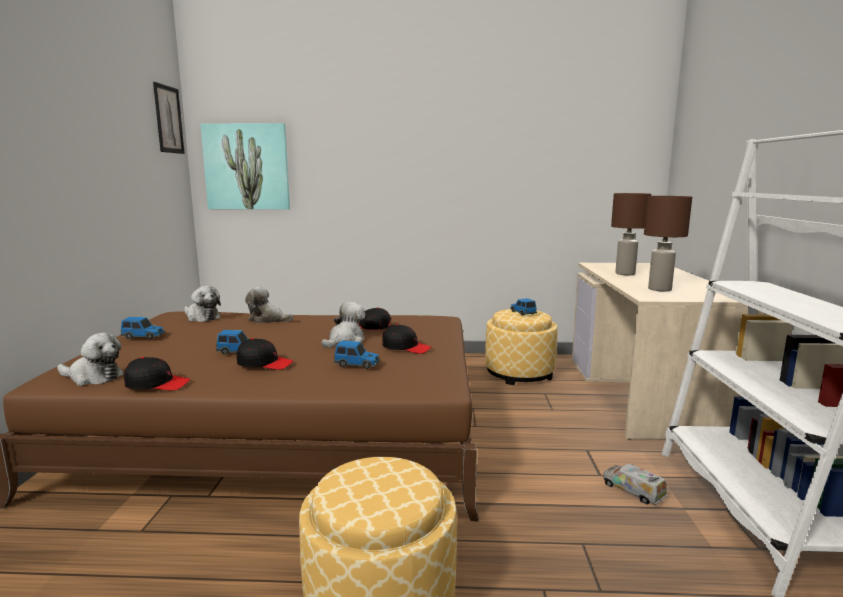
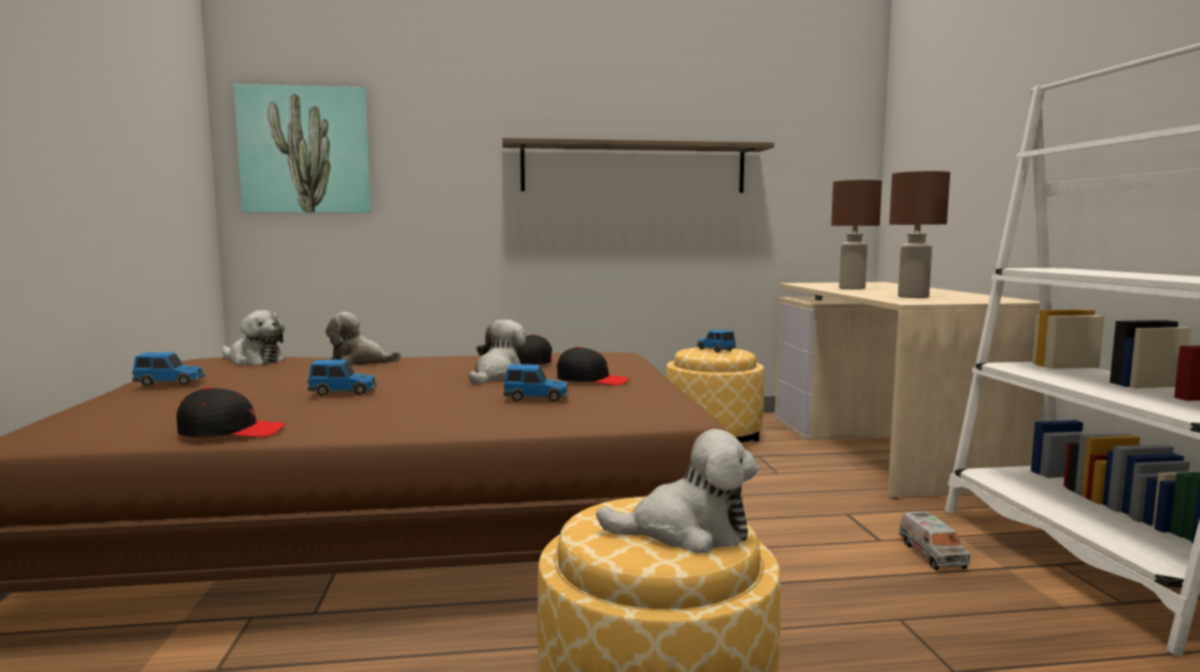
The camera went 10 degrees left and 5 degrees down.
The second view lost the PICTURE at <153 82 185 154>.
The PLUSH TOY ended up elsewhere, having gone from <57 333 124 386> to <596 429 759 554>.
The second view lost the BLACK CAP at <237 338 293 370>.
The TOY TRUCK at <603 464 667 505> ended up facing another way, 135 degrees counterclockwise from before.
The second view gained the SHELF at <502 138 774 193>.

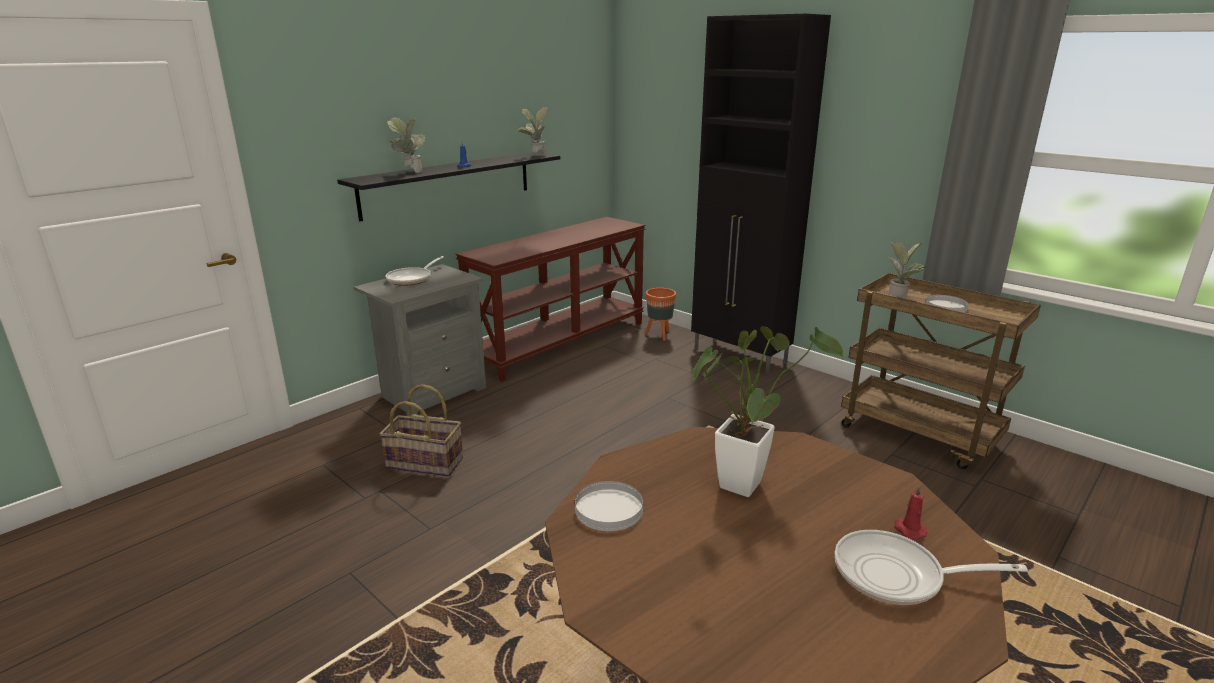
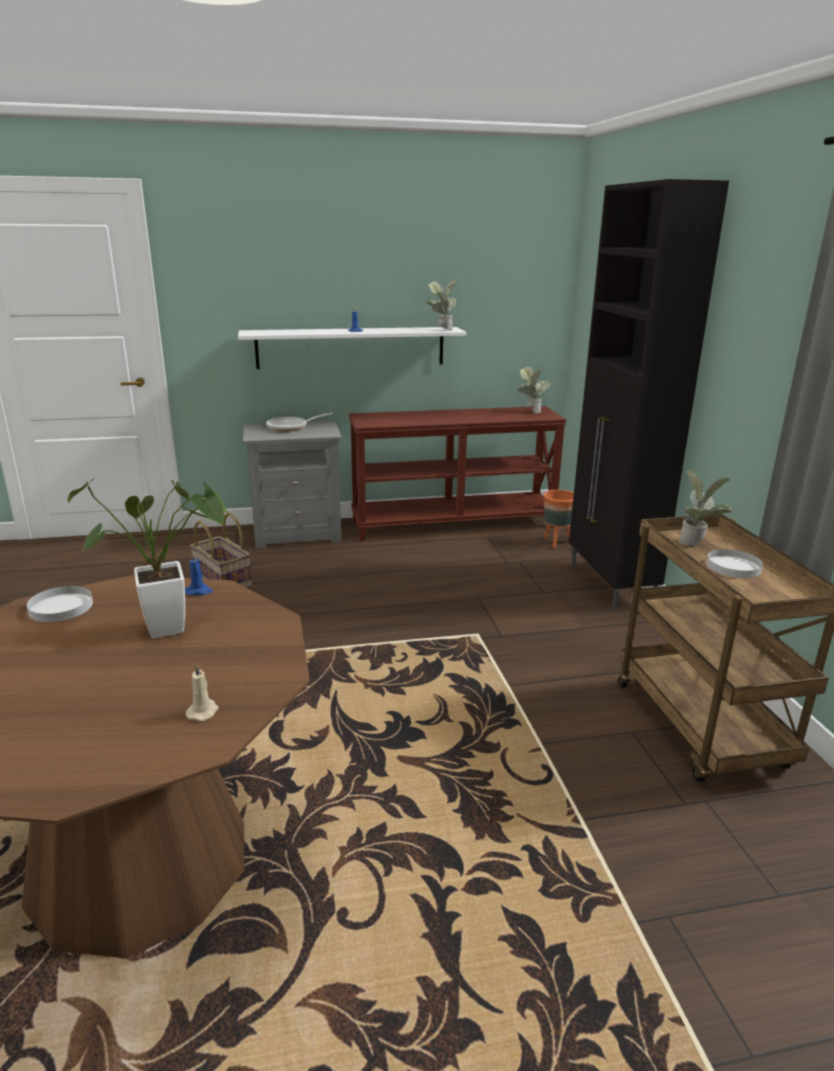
The camera went 35 degrees right and 0 degrees up.
The POTTED PLANT ended up elsewhere, having gone from <387 117 426 173> to <518 367 550 414>.
What was the BLACK SHELF at <337 152 560 221> turned into the WHITE SHELF at <238 327 466 369>.
What was the RED CANDLE at <894 484 927 540> turned into the BEIGE CANDLE at <186 663 218 721>.
The second view lost the FRYING PAN at <834 530 1028 605>.
The second view gained the BLUE CANDLE at <185 552 213 595>.

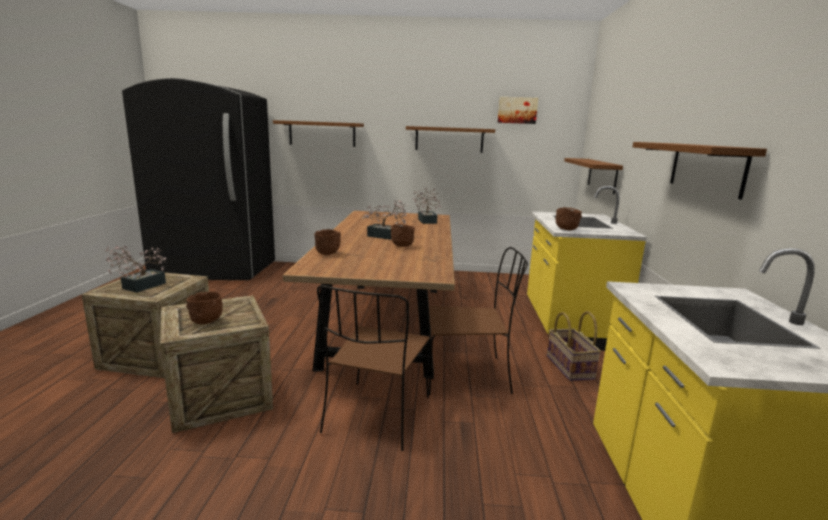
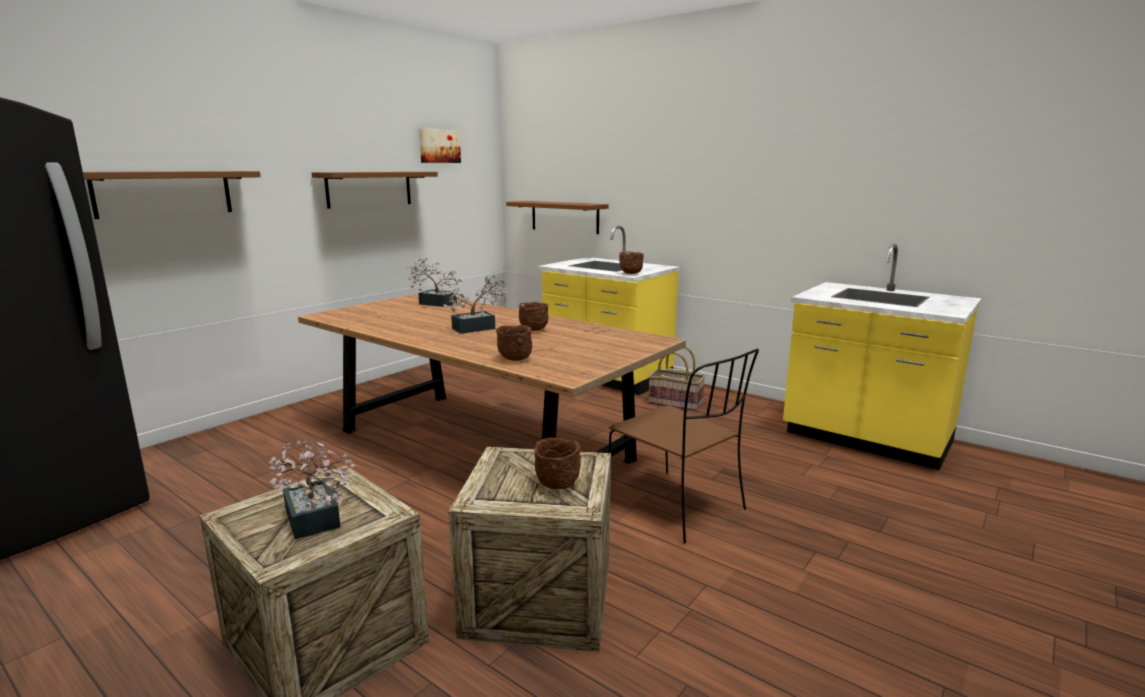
The camera went 55 degrees left and 0 degrees up.
The second view lost the BROWN SHELF at <633 142 767 200>.
The second view lost the BROWN CHAIR at <429 247 528 395>.

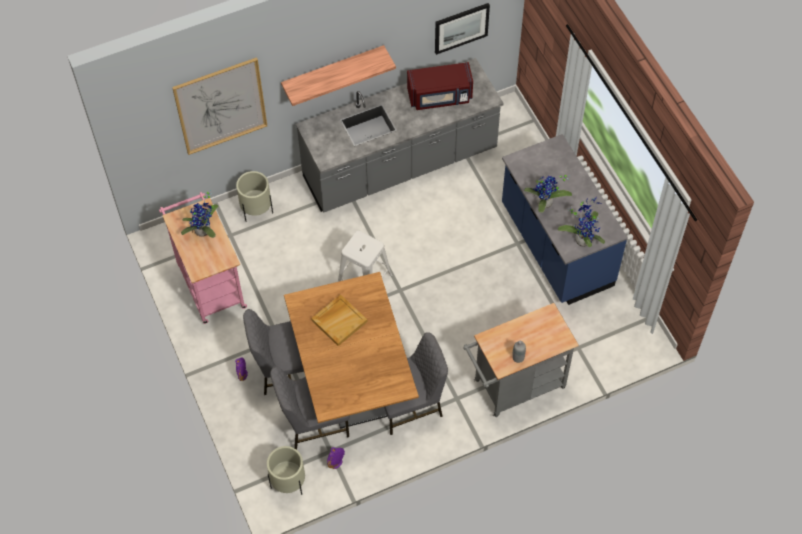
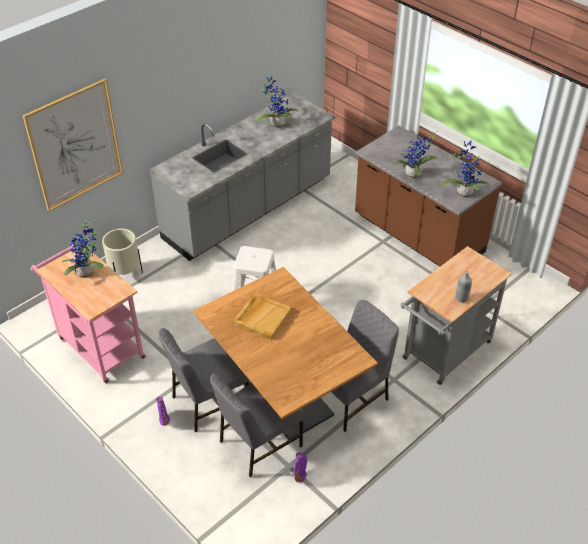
The camera went 20 degrees left and 15 degrees down.
The second view lost the PICTURE at <435 3 490 55>.
The second view lost the SHELF at <281 45 396 106>.
Where the RED MICROWAVE stood at <407 62 473 110>, the POTTED PLANT came to stand at <257 76 298 128>.
What was the BLUE COUNTER at <502 134 628 305> turned into the BROWN COUNTER at <355 126 502 266>.
The second view lost the BEIGE PLANTER at <267 446 305 495>.

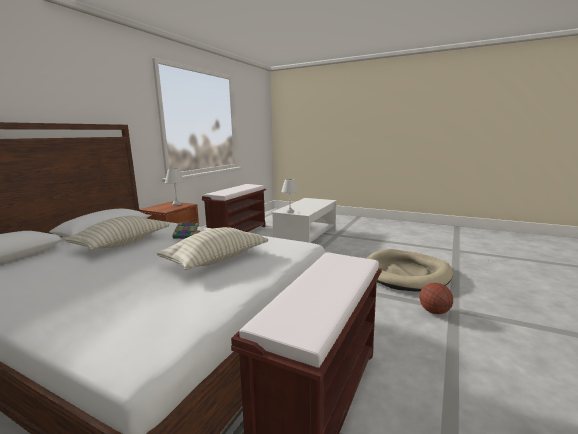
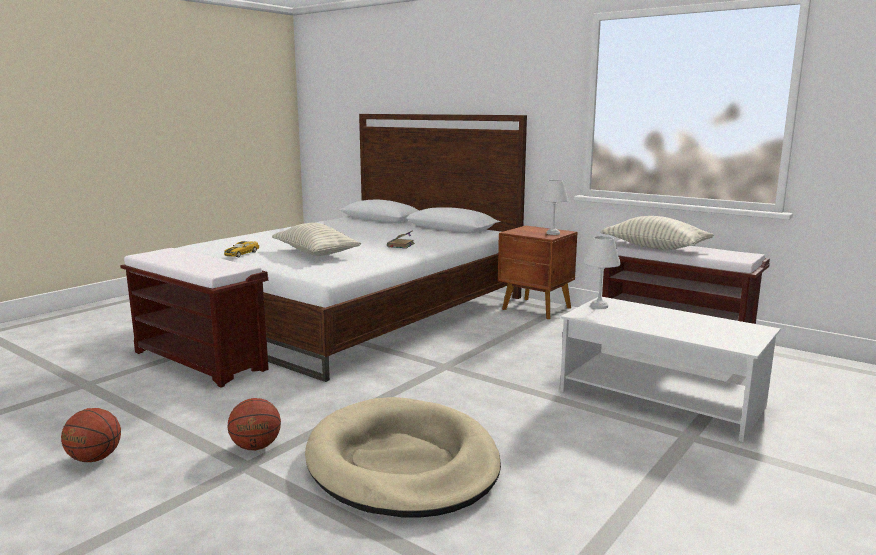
The camera went 100 degrees right and 0 degrees up.
The PILLOW ended up elsewhere, having gone from <64 216 169 250> to <600 216 714 250>.
The second view gained the TOY CAR at <224 241 259 257>.
The second view gained the BASKETBALL at <61 408 121 462>.

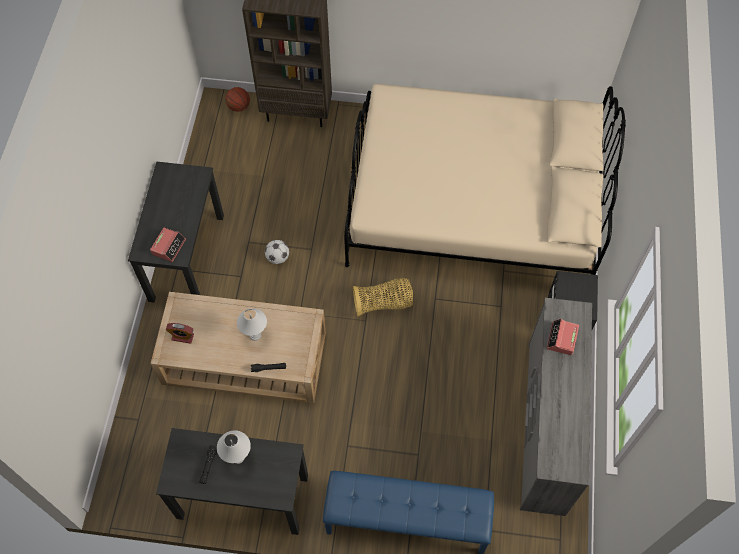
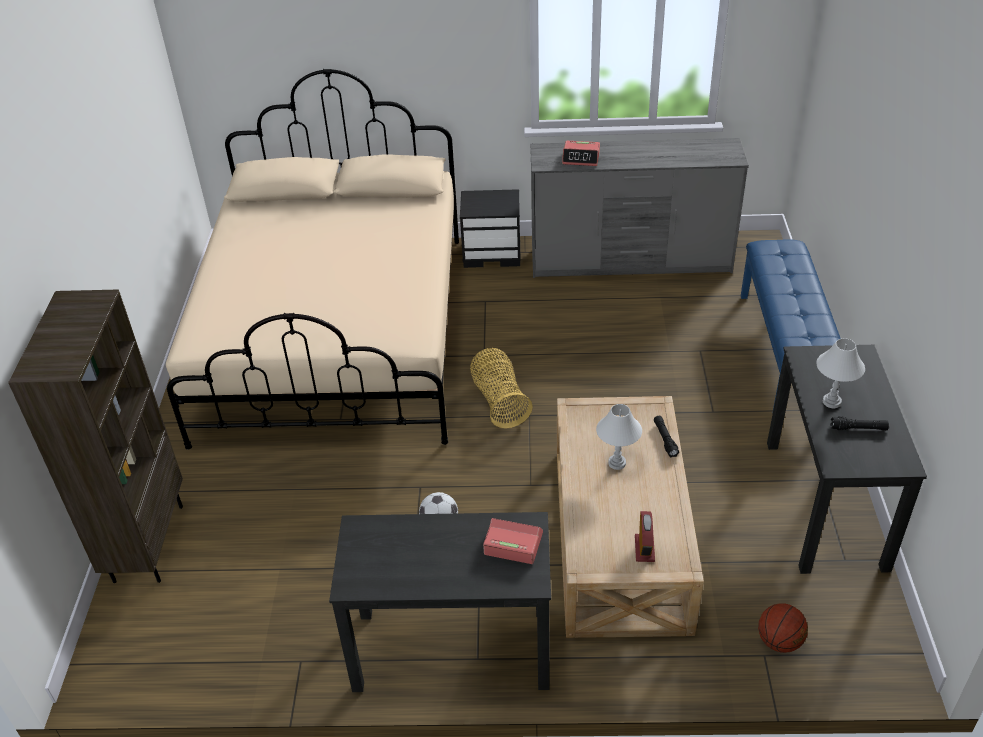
The camera went 95 degrees left and 20 degrees down.
The BASKETBALL ended up elsewhere, having gone from <225 87 250 112> to <758 603 808 653>.

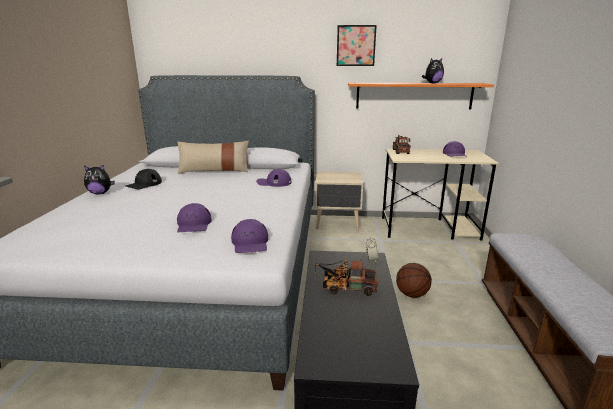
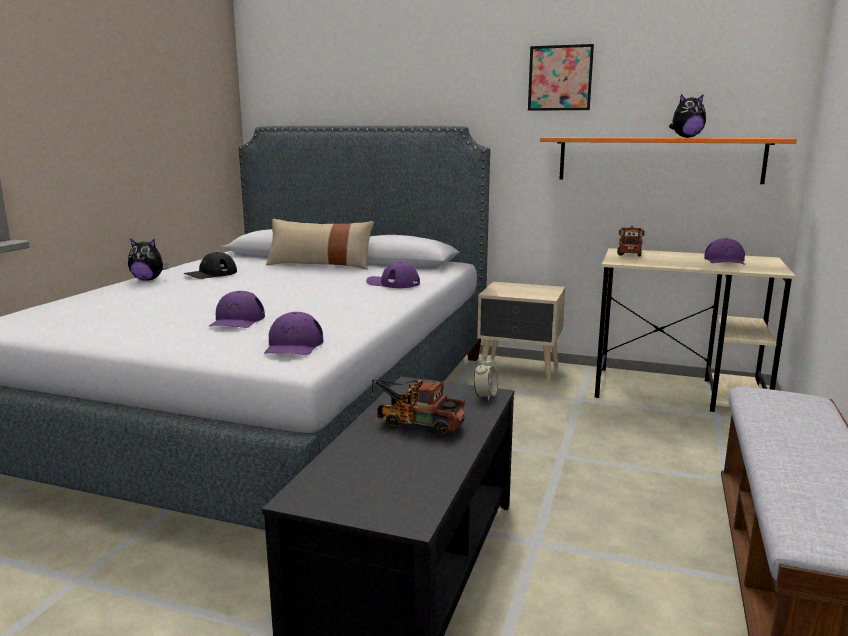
The camera went 15 degrees right and 5 degrees down.
The second view lost the BASKETBALL at <396 263 432 298>.

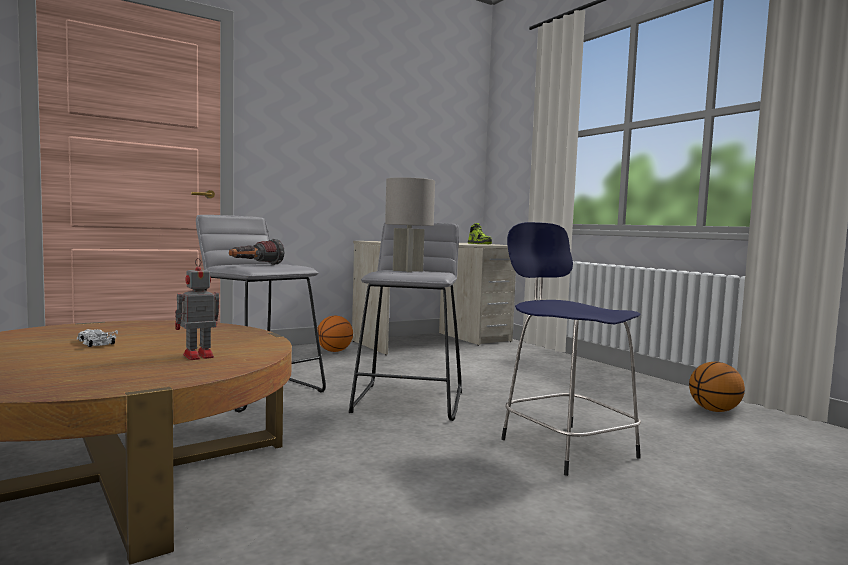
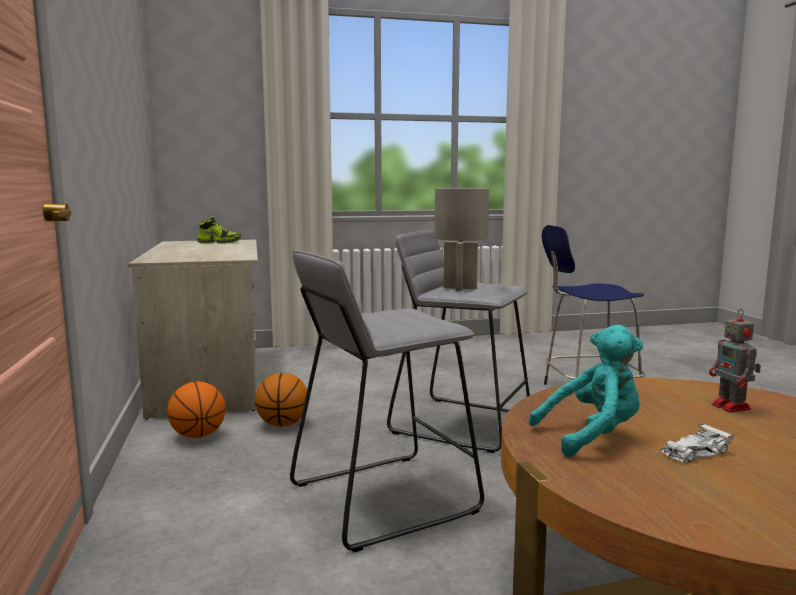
The camera went 70 degrees left and 5 degrees up.
The second view lost the FLASHLIGHT at <229 239 285 265>.
The BASKETBALL ended up elsewhere, having gone from <689 362 745 412> to <255 373 309 427>.
The second view gained the TURQUOISE PLUSH TOY at <529 325 643 457>.

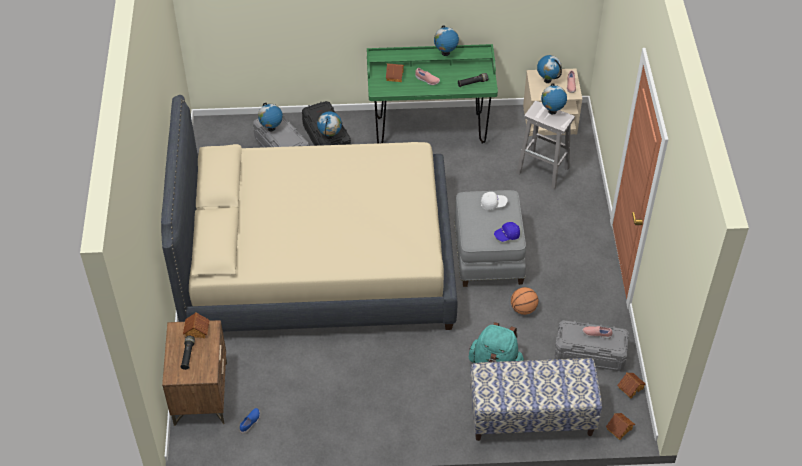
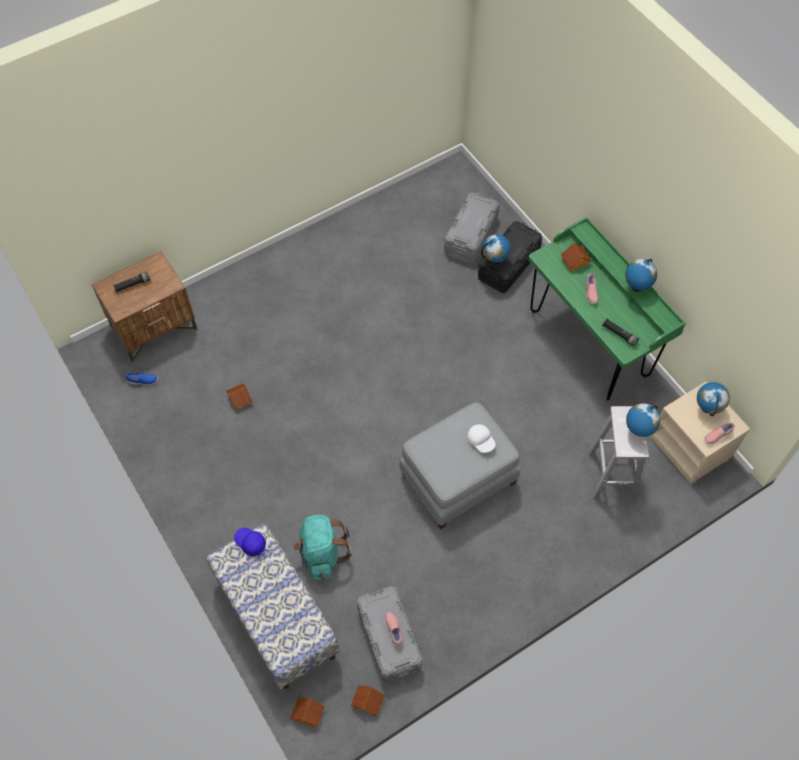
The camera went 60 degrees right and 10 degrees up.
The second view lost the BEIGE BED at <161 95 458 332>.
The second view lost the GLOBE at <258 103 283 131>.
The BLUE CAP ended up elsewhere, having gone from <494 222 520 242> to <234 528 266 556>.
The second view lost the BASKETBALL at <511 287 538 315>.
The TOY HOUSE ended up elsewhere, having gone from <183 312 210 338> to <226 383 252 410>.

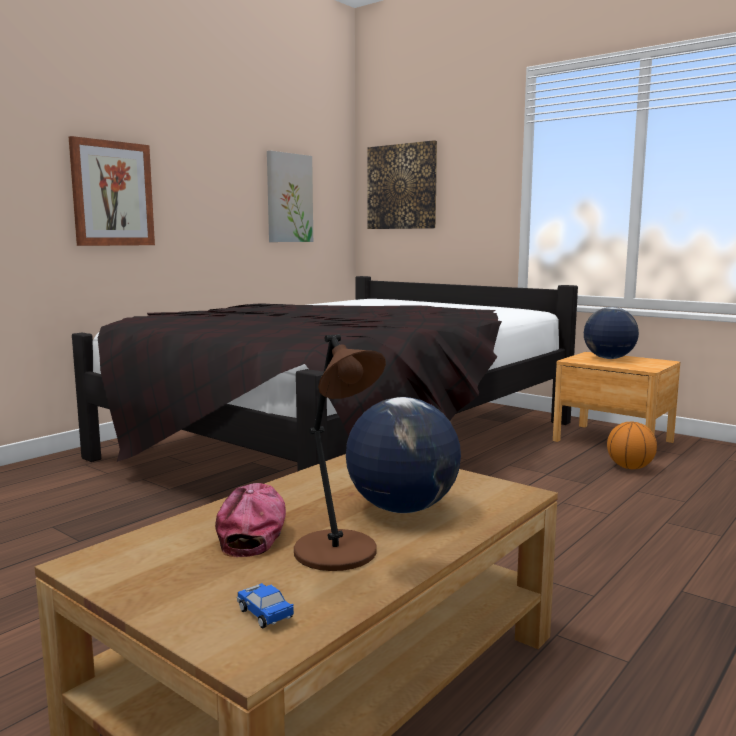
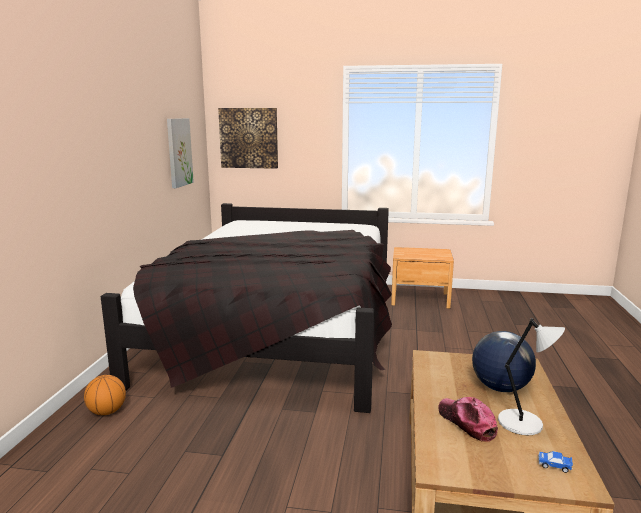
The camera went 30 degrees left and 5 degrees up.
The second view lost the PICTURE at <69 136 155 246>.
The second view lost the GLOBE at <584 307 639 359>.
What was the BROWN TABLE LAMP at <294 334 386 571> turned into the GREY TABLE LAMP at <498 318 565 435>.
The BASKETBALL ended up elsewhere, having gone from <607 421 657 469> to <84 375 126 415>.

